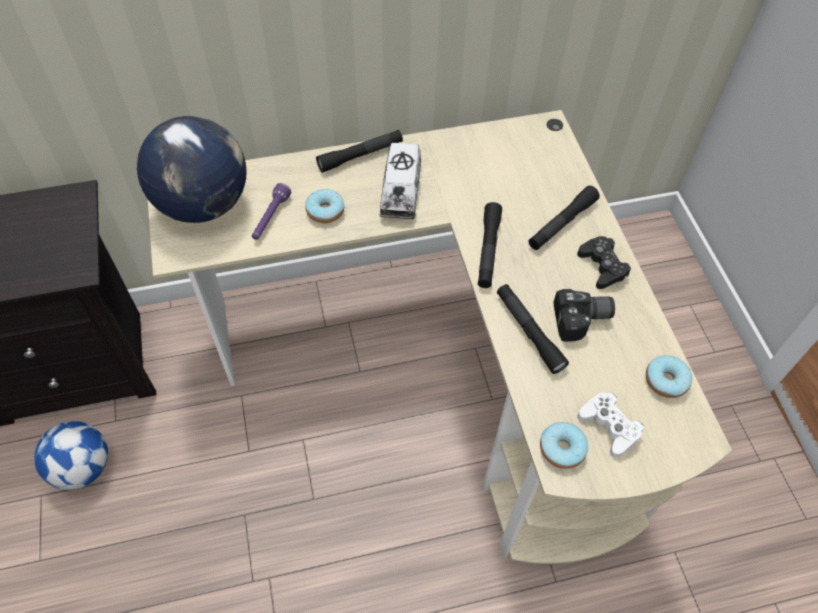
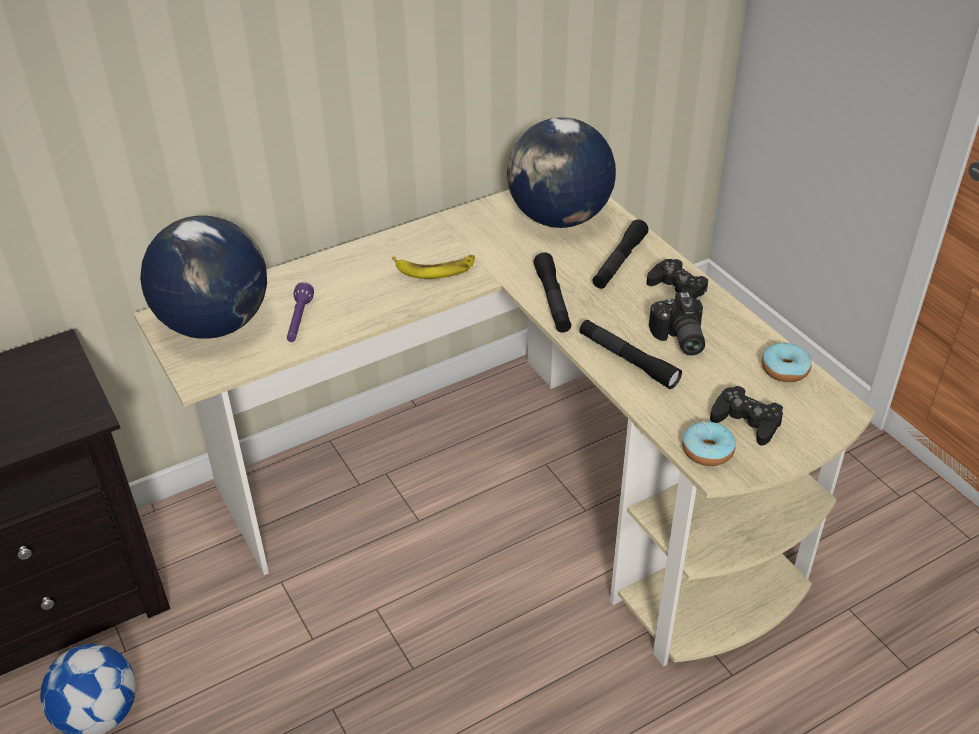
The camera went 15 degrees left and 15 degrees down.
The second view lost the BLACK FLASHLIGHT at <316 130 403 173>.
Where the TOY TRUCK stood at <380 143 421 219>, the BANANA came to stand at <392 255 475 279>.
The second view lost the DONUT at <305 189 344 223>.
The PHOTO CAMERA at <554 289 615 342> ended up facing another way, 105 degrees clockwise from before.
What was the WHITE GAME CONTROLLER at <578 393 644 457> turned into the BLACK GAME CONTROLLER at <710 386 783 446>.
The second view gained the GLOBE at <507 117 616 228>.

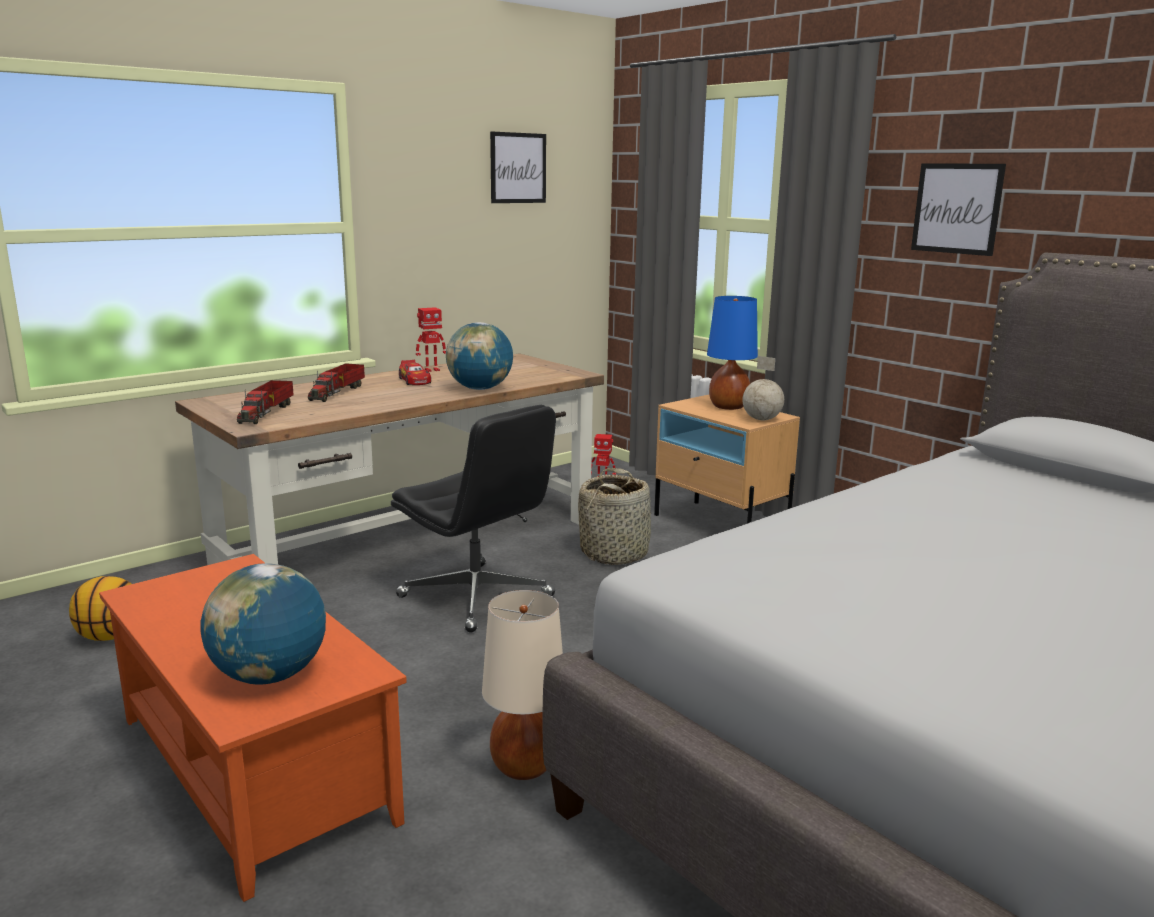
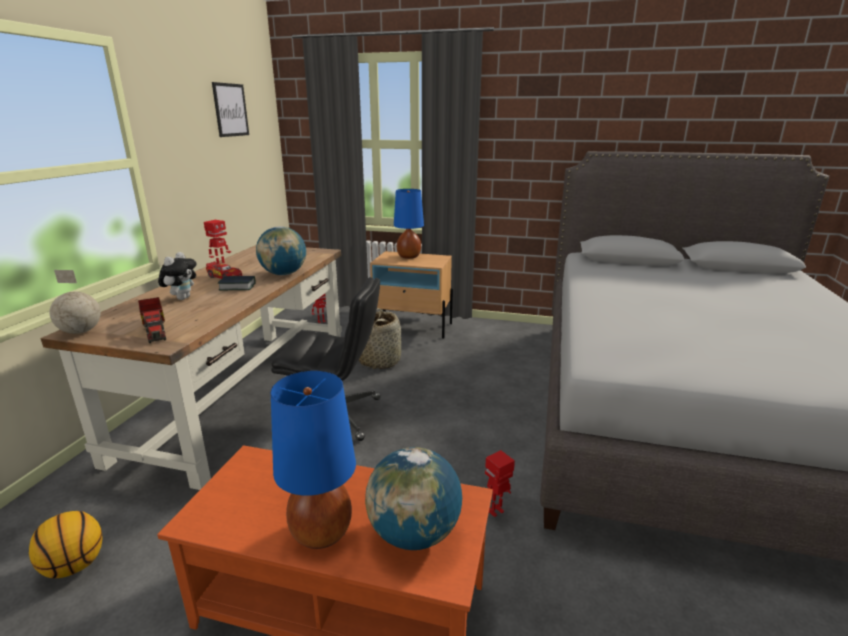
The camera went 35 degrees left and 5 degrees up.
The second view lost the PICTURE at <911 163 1006 256>.
The GLOBE ended up elsewhere, having gone from <742 356 784 420> to <50 270 101 334>.
Where the TOY TRUCK stood at <308 363 365 402>, the PLUSH TOY came to stand at <158 252 197 300>.
Where the BEIGE TABLE LAMP stood at <482 590 563 780>, the TOY ROBOT came to stand at <485 450 515 517>.
The second view gained the BOOK at <218 276 256 290>.
The second view gained the BLUE TABLE LAMP at <271 371 356 549>.

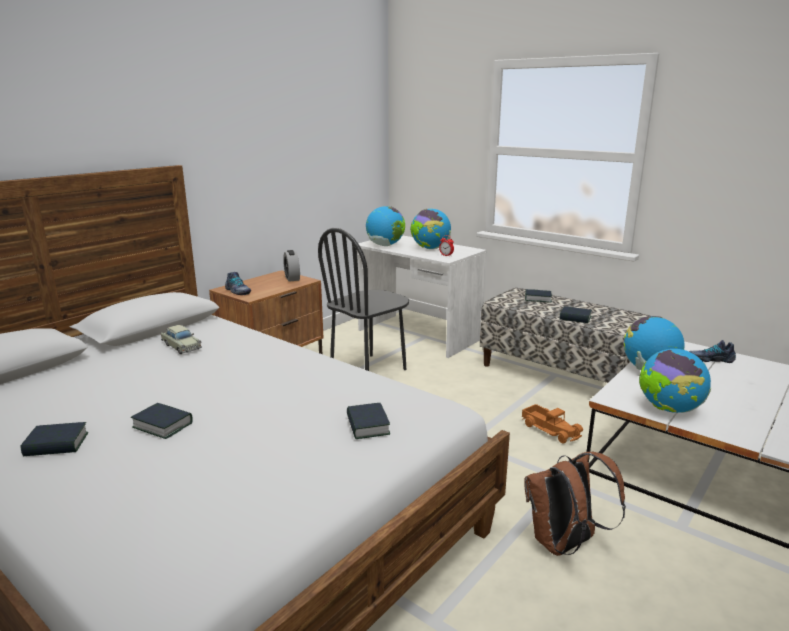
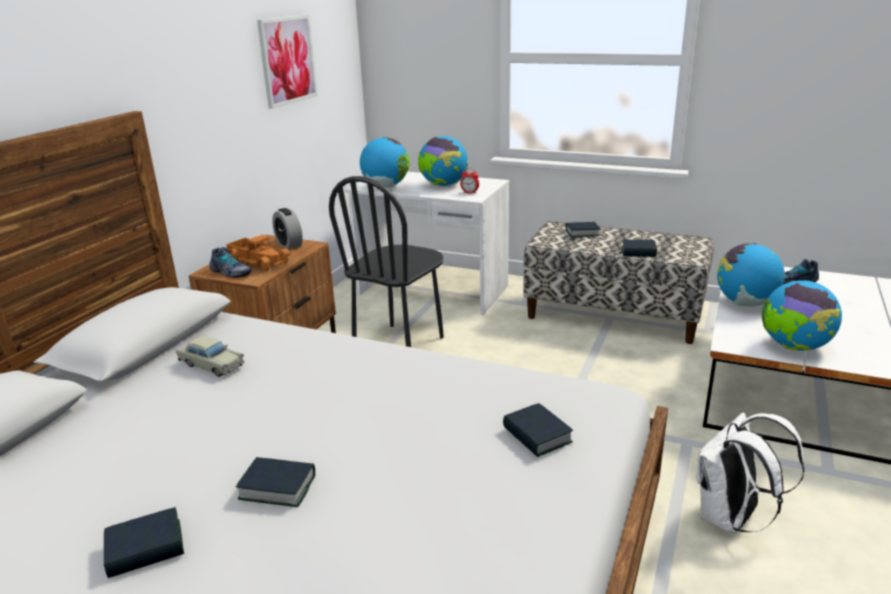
The camera went 15 degrees left and 5 degrees up.
The TOY TRUCK ended up elsewhere, having gone from <522 404 583 444> to <226 235 291 271>.
What was the BROWN BACKPACK at <525 452 626 556> turned into the WHITE BACKPACK at <696 413 804 534>.
The second view gained the PICTURE at <257 15 318 109>.

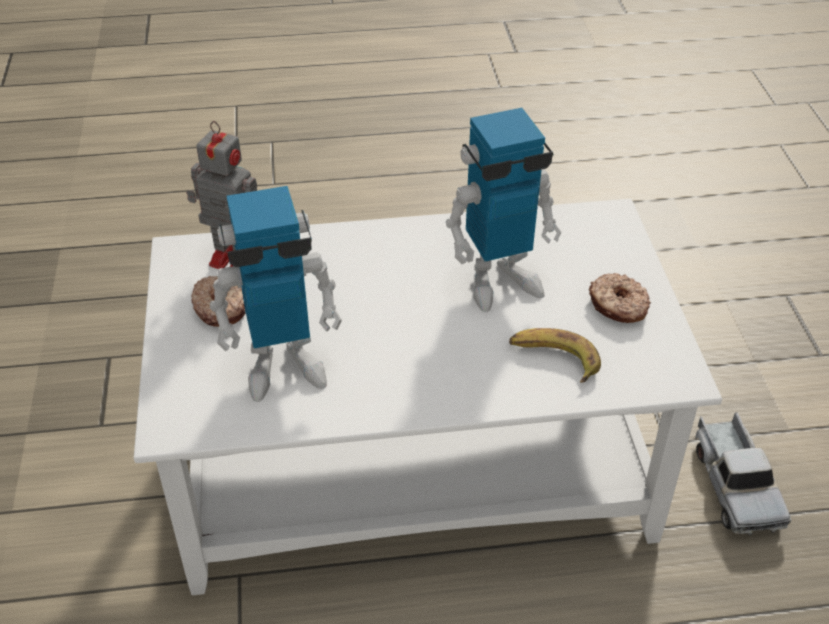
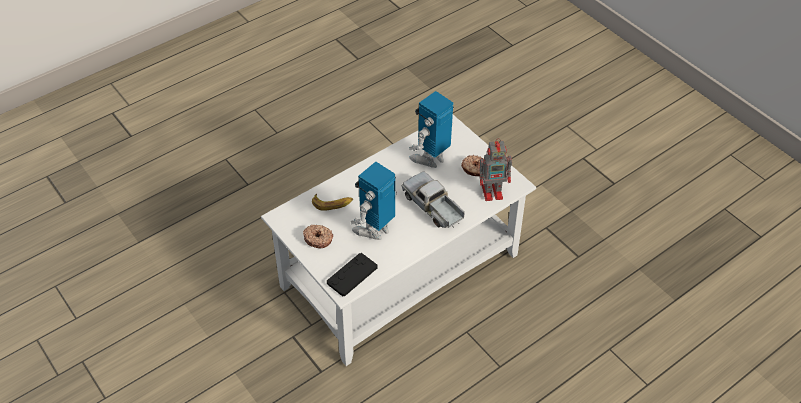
The camera went 150 degrees right and 5 degrees up.
The TOY TRUCK ended up elsewhere, having gone from <696 412 792 535> to <402 171 465 228>.
The second view gained the BLACK GAME CONTROLLER at <327 253 378 297>.

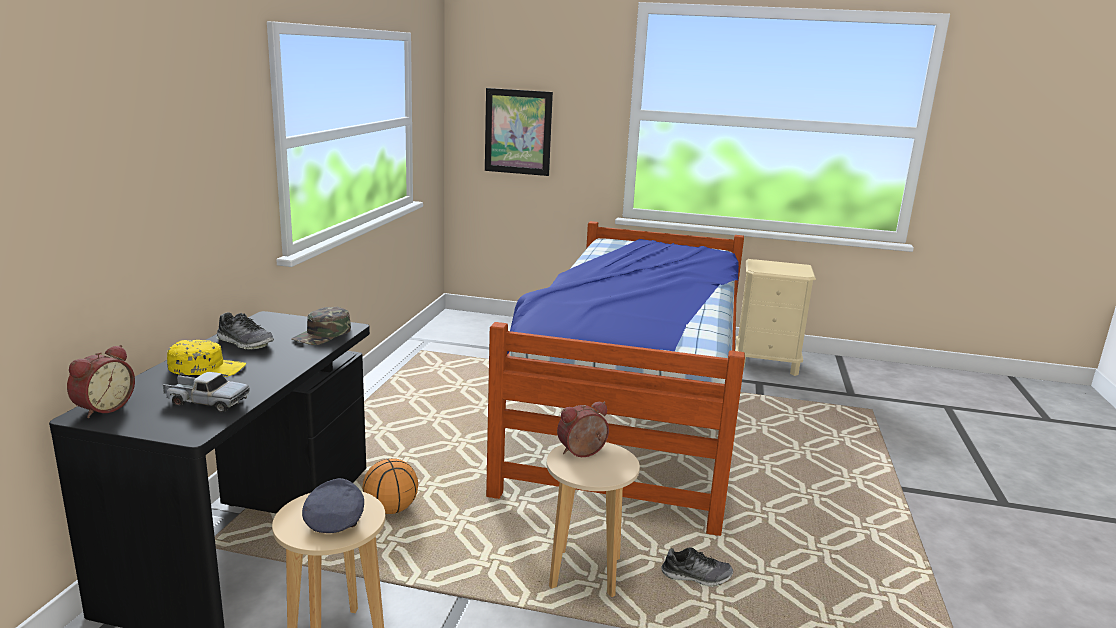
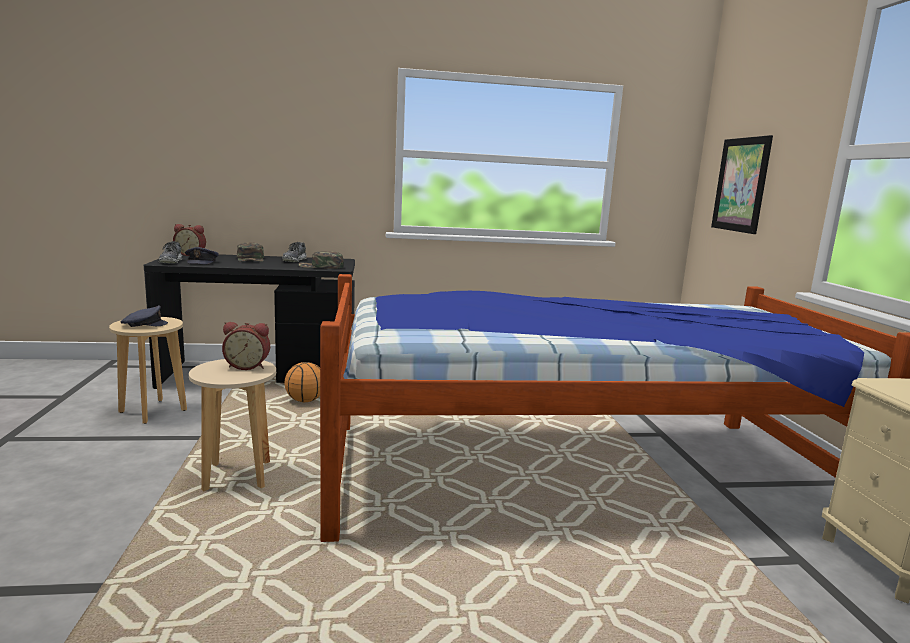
The camera went 70 degrees right and 5 degrees down.
What was the YELLOW CAP at <167 340 246 377> turned into the GREEN CAP at <237 242 264 262>.
Where the TOY TRUCK stood at <163 372 250 412>, the GREY CAP came to stand at <185 247 219 265>.
The ALARM CLOCK at <557 402 609 457> ended up facing another way, 135 degrees clockwise from before.
The SHOE ended up elsewhere, having gone from <661 547 733 587> to <159 241 182 263>.

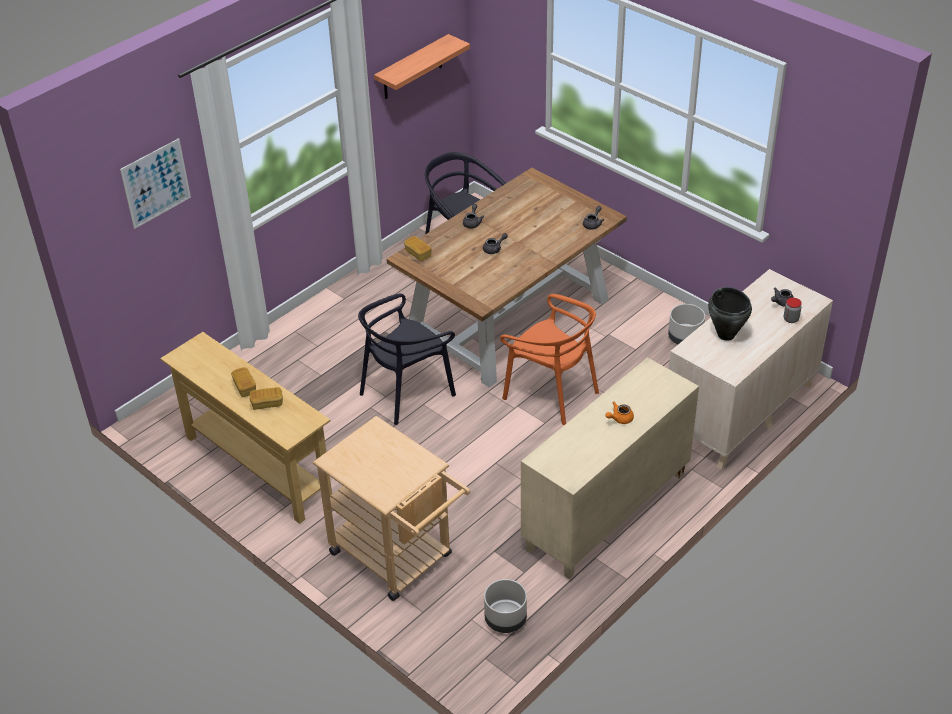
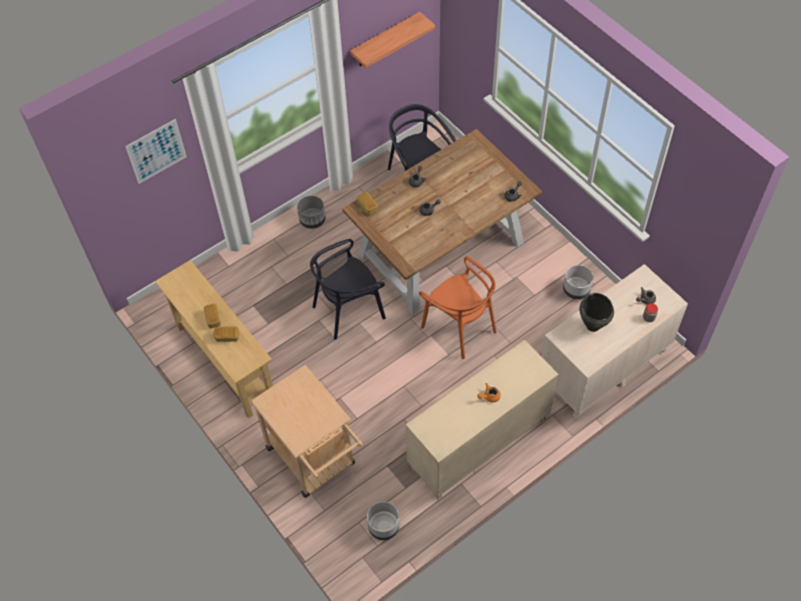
The camera went 10 degrees right and 15 degrees up.
The second view gained the GREY PLANTER at <297 196 325 229>.

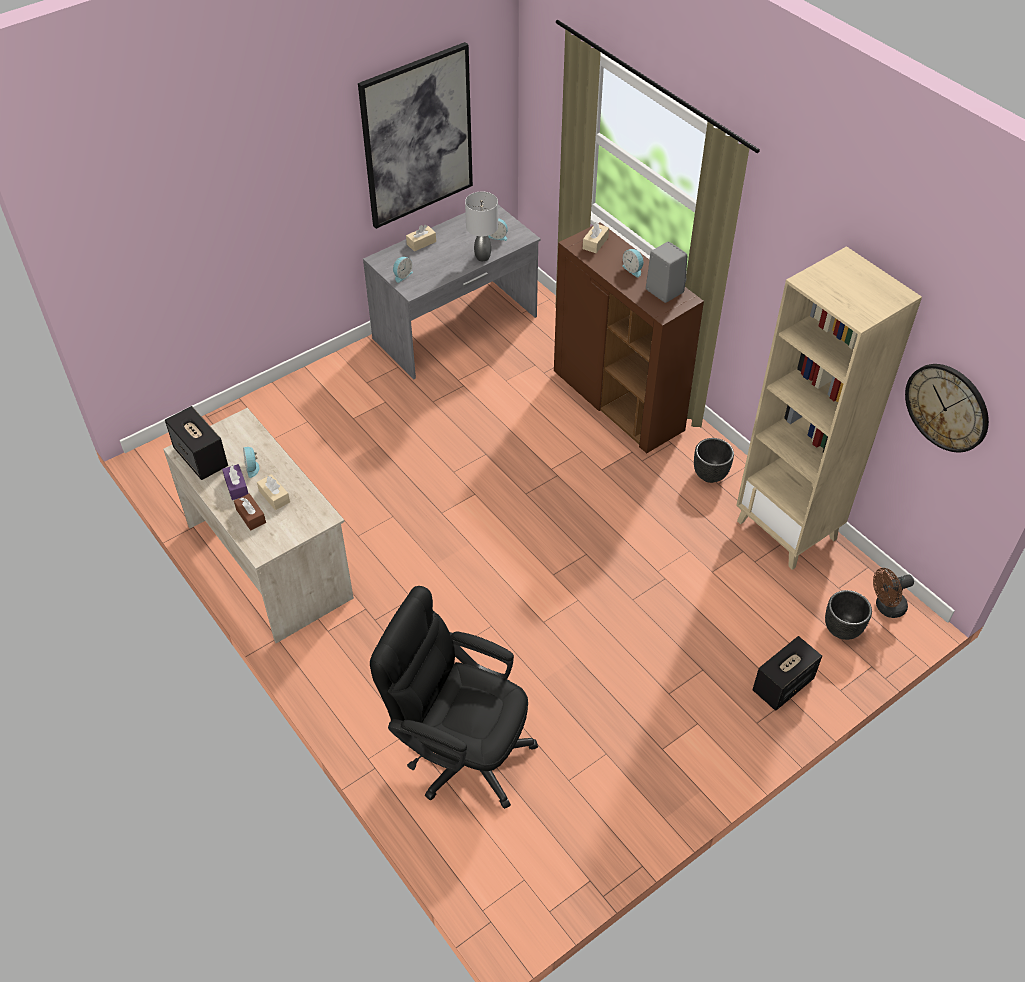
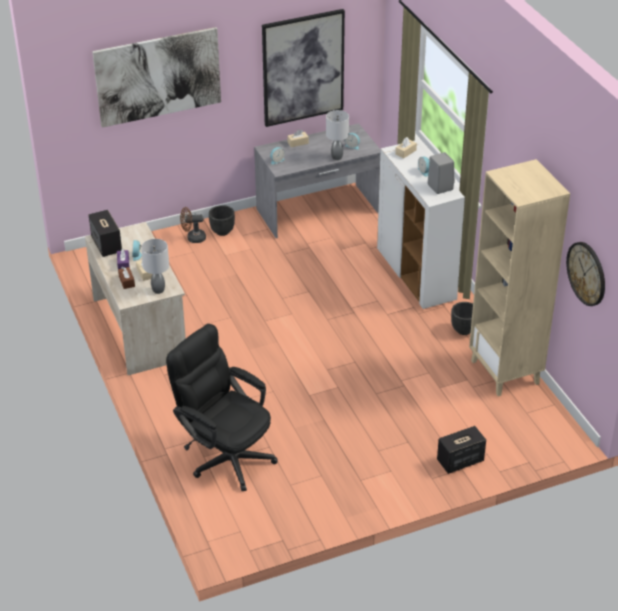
The camera went 15 degrees right and 10 degrees down.
What was the BROWN CABINET at <554 222 704 453> turned into the WHITE CABINET at <377 141 465 309>.
The BROWN FAN ended up elsewhere, having gone from <873 568 914 618> to <180 207 206 243>.
The BLACK PLANTER ended up elsewhere, having gone from <825 590 872 640> to <209 205 235 236>.
The second view gained the PICTURE at <92 27 221 128>.
The second view gained the GREY TABLE LAMP at <141 239 169 294>.

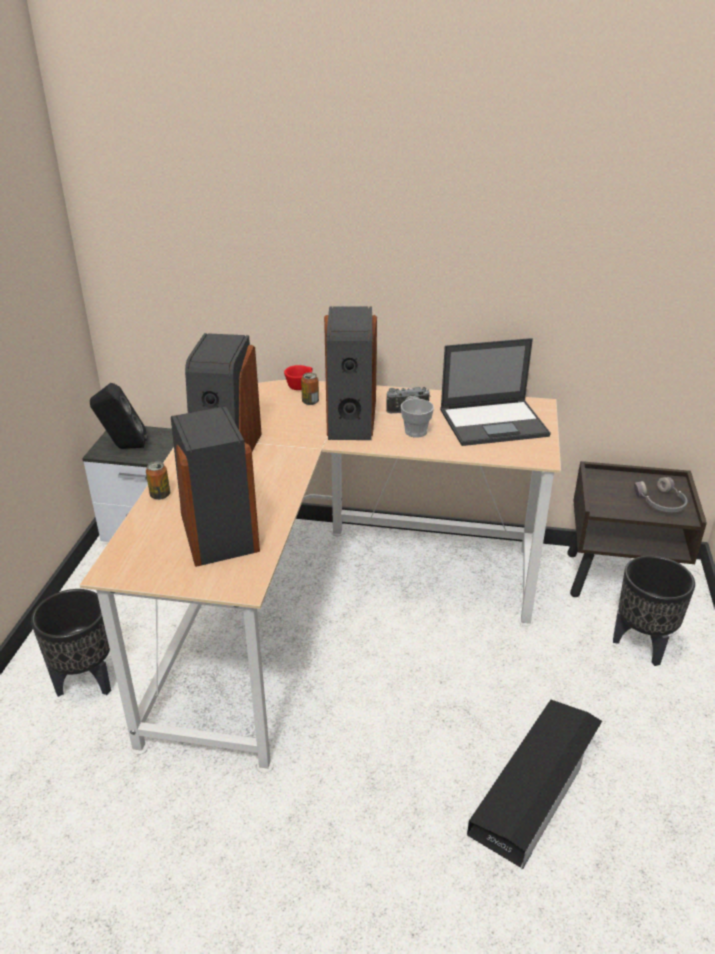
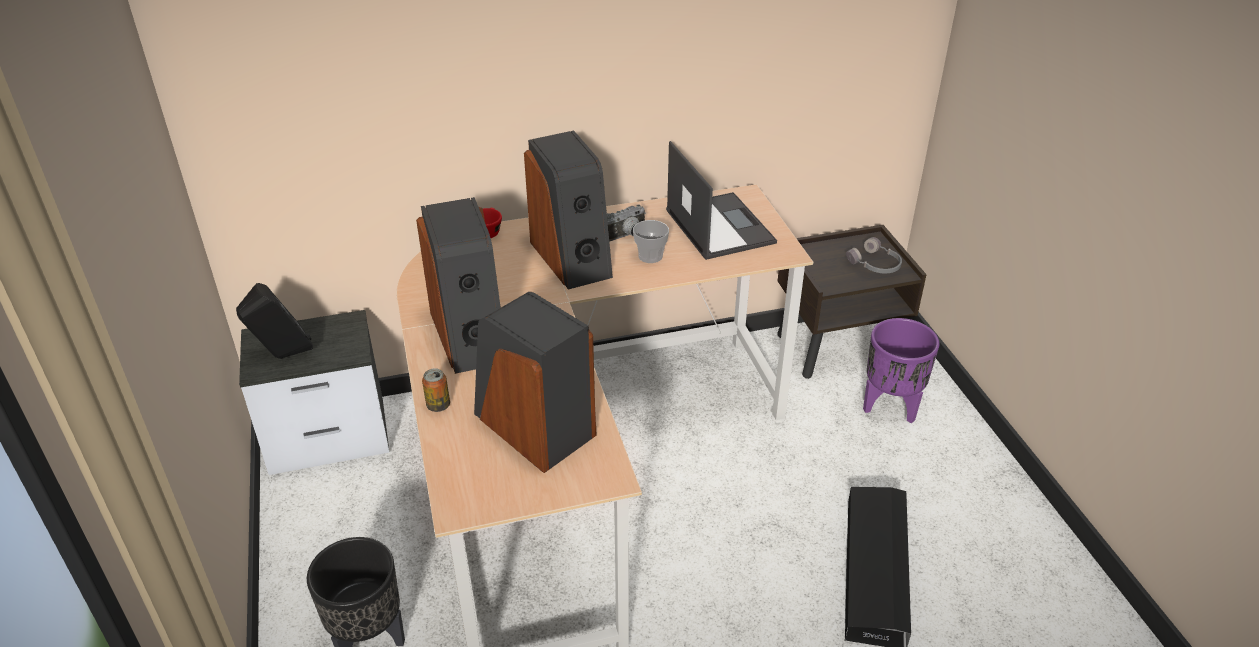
The camera went 25 degrees left and 5 degrees up.
The LAPTOP at <440 338 551 446> ended up facing another way, 75 degrees counterclockwise from before.
The second view lost the CAN at <301 372 319 405>.
What was the BLACK PLANTER at <613 556 695 666> turned into the PURPLE PLANTER at <863 318 939 423>.

